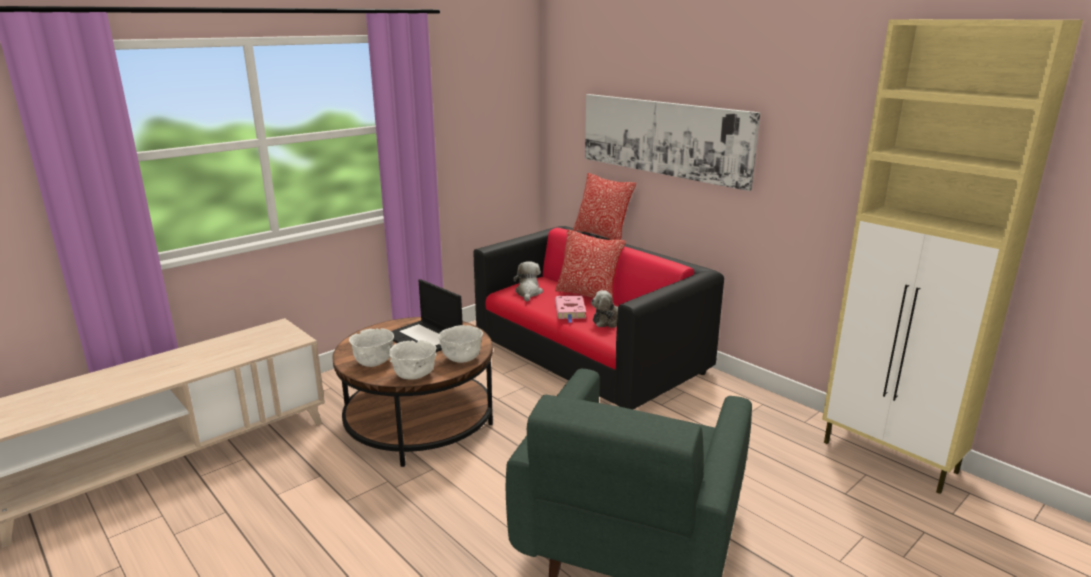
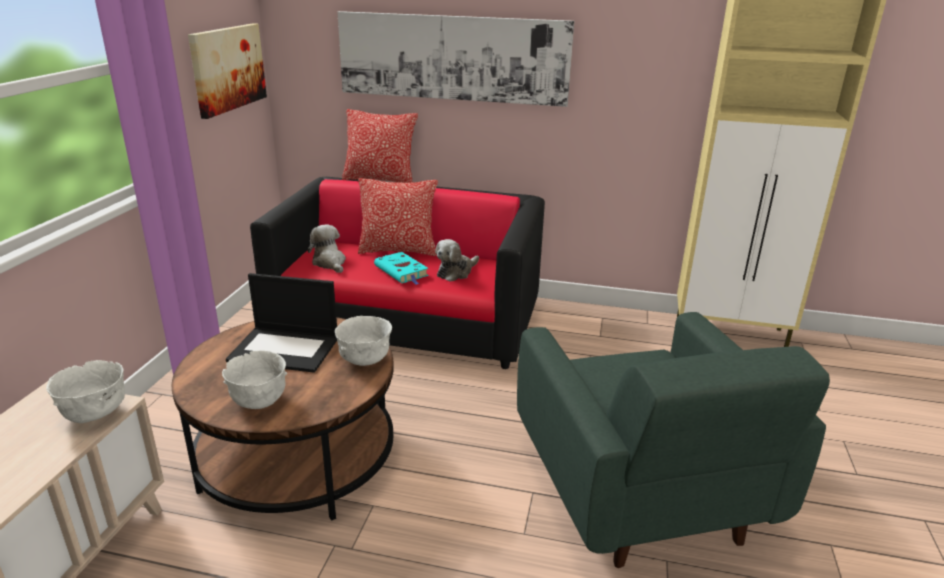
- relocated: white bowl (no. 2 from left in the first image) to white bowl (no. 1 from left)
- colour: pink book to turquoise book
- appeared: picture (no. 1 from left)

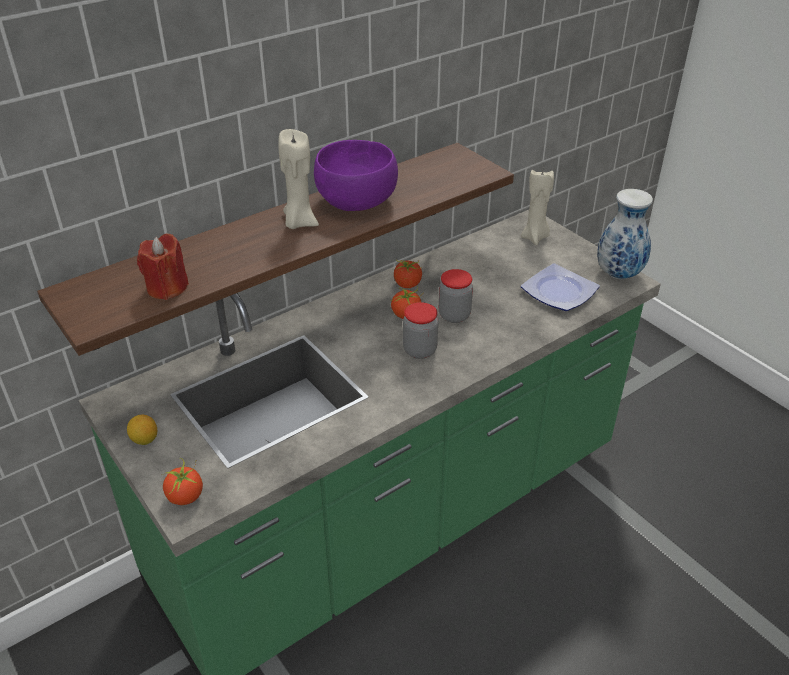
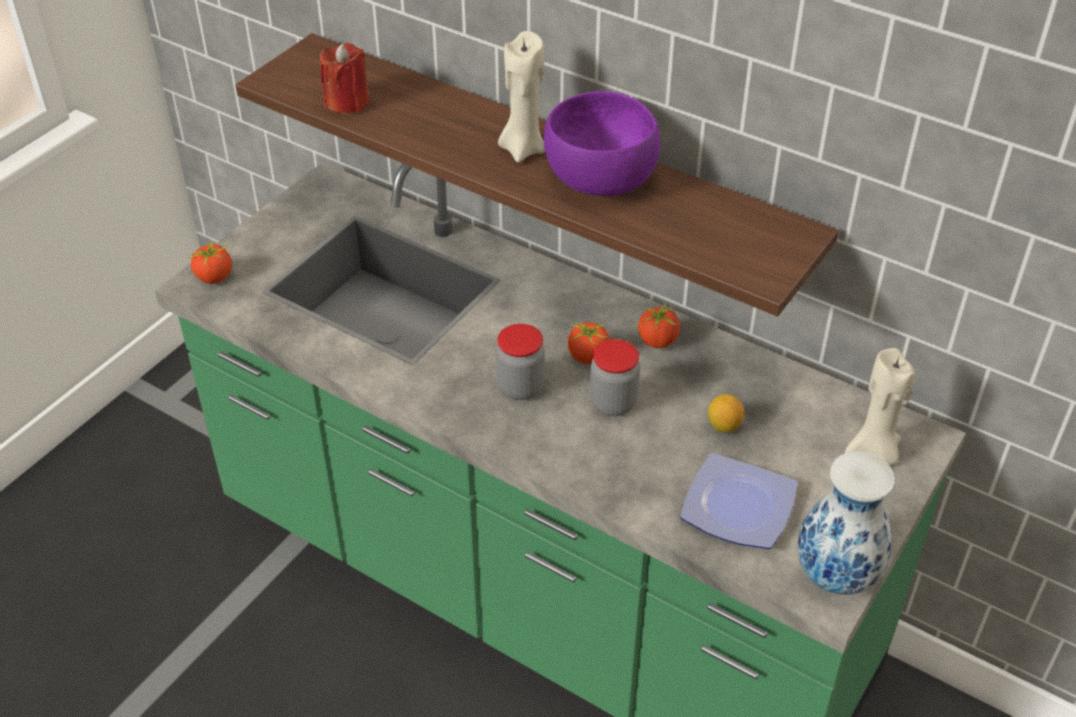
- relocated: lemon

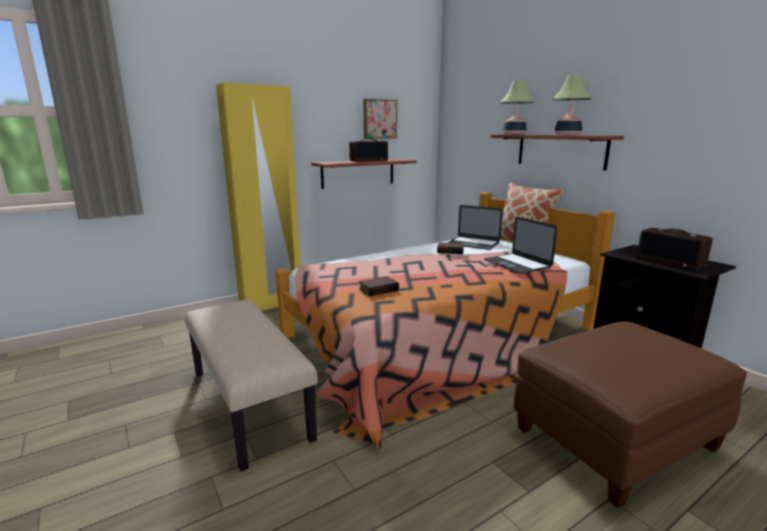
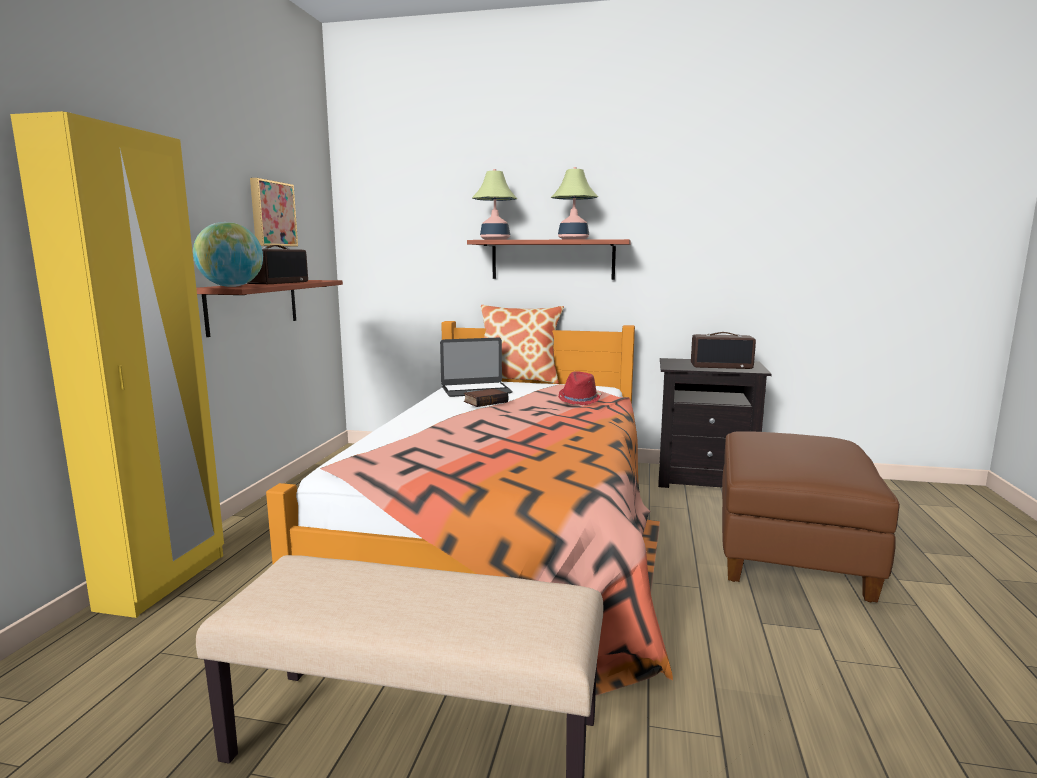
- missing: book (no. 1 from left)
- exchanged: laptop (no. 2 from left) to red hat
- appeared: globe

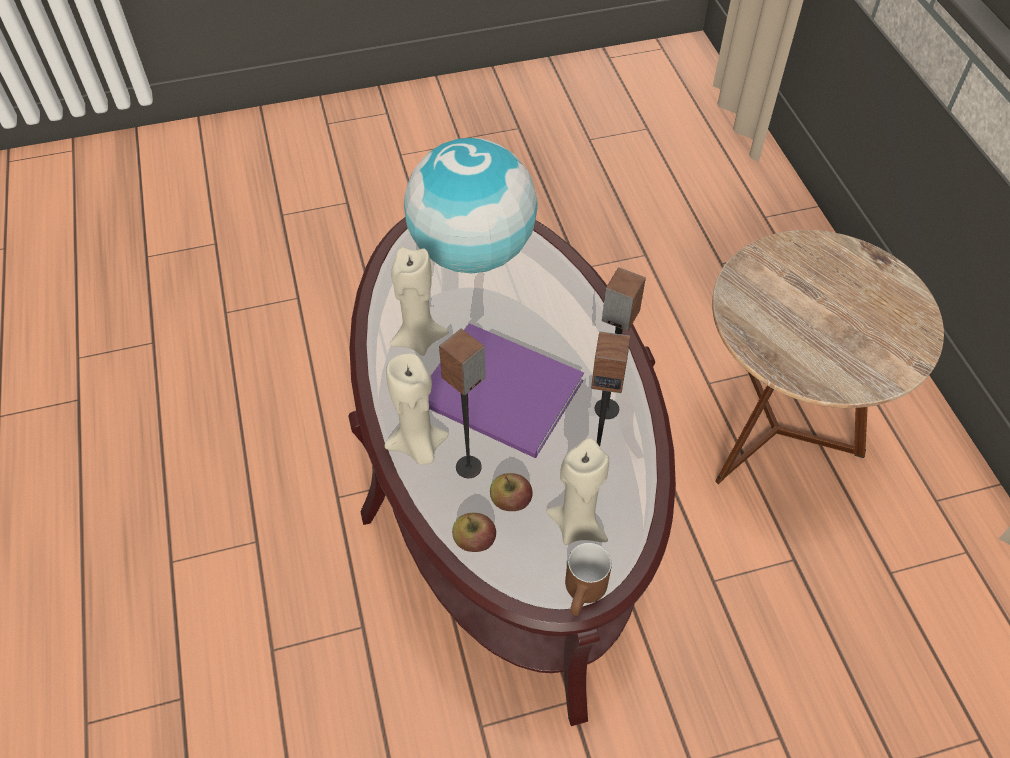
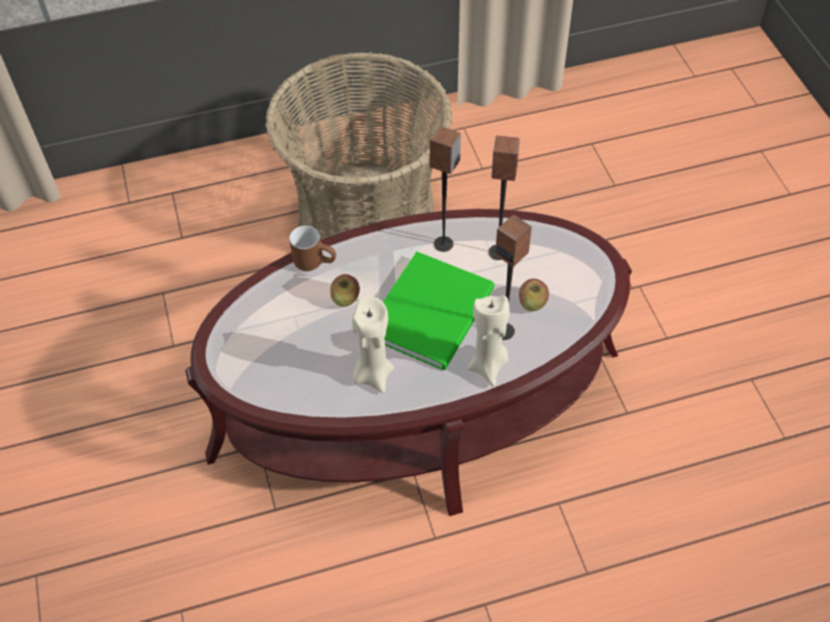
- missing: globe
- colour: purple book to green book
- relocated: apple (no. 1 from left)
- missing: beige candle (no. 3 from left)
- relocated: brown mug
- exchanged: brown side table to basket

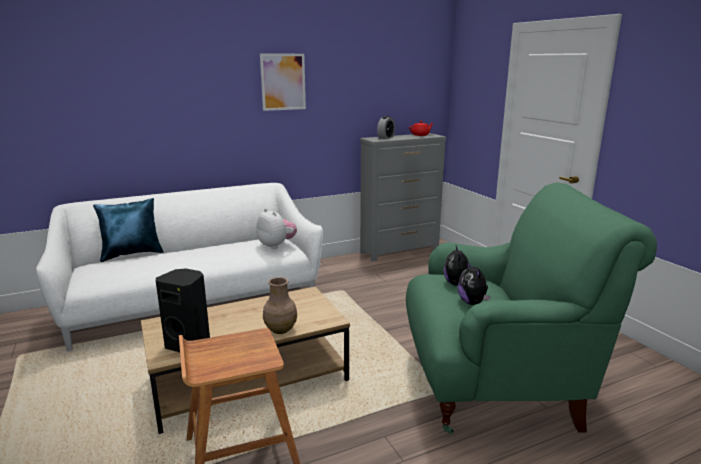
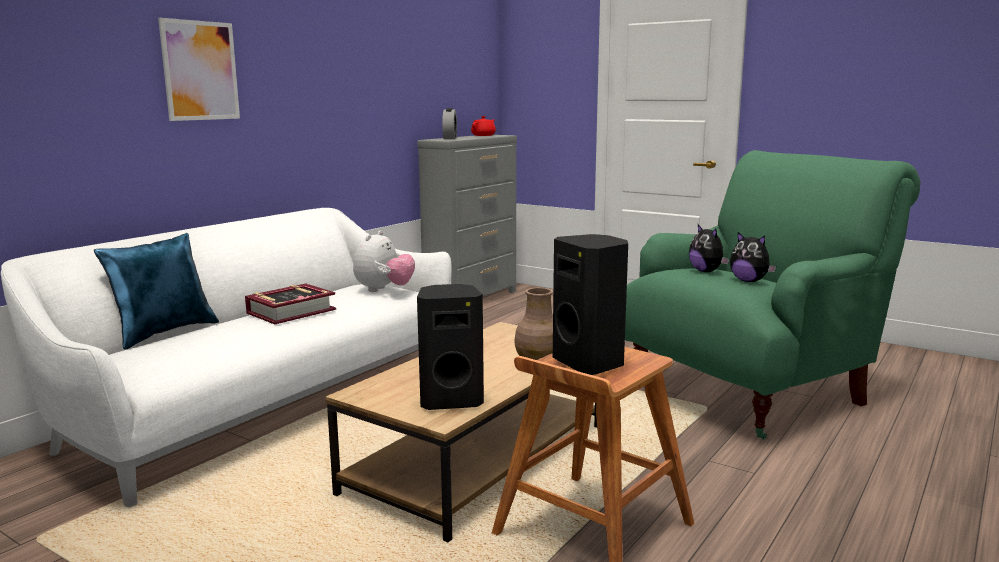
- spun: plush toy (no. 1 from left) 90 degrees clockwise
- relocated: picture
- appeared: book
- appeared: black speaker (no. 2 from left)

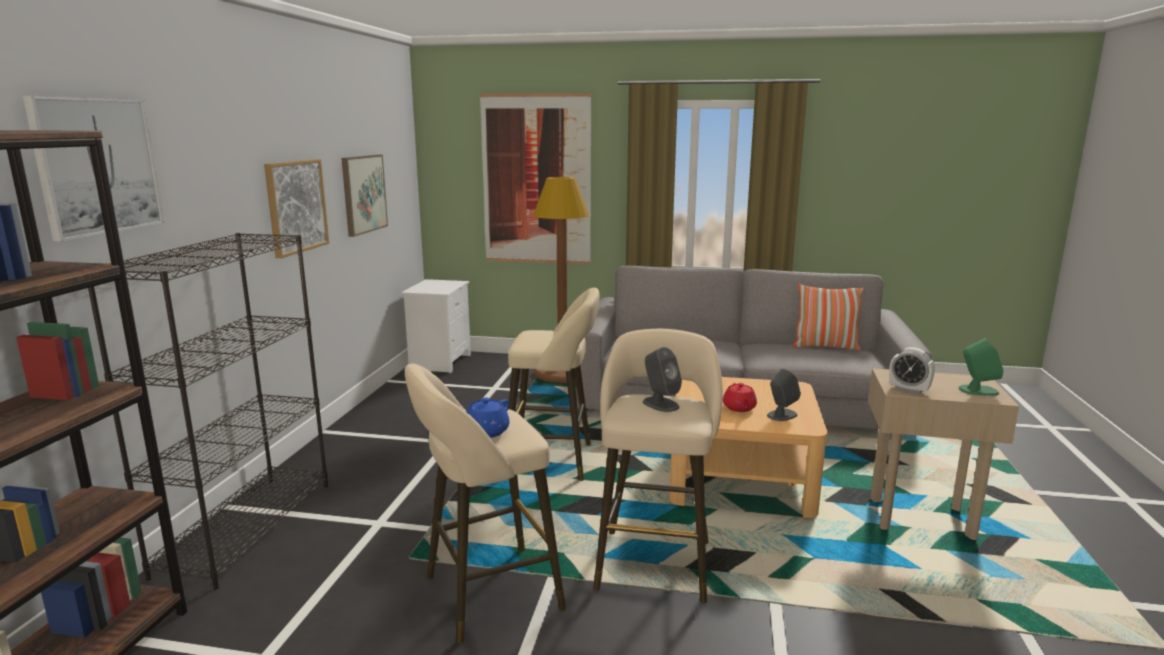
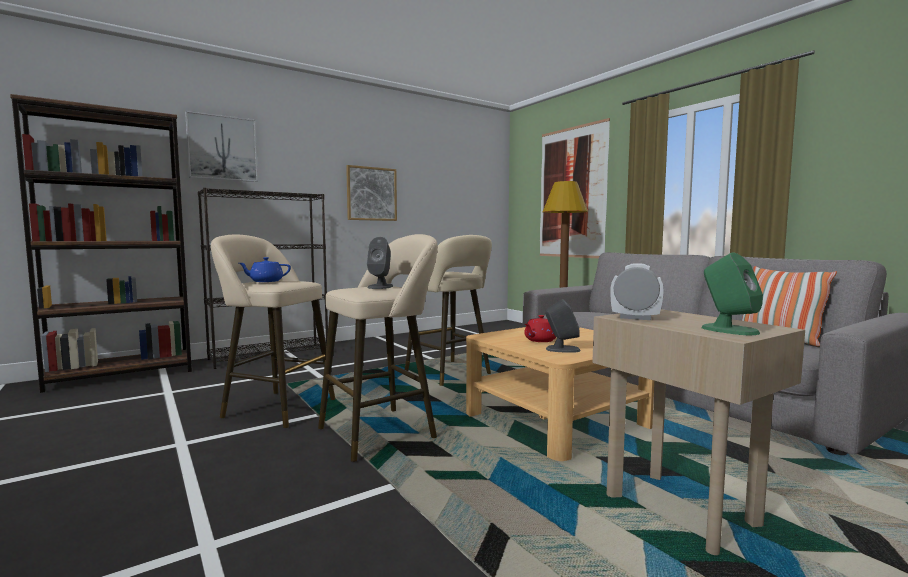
- missing: picture (no. 3 from left)
- missing: white nightstand
- spun: alarm clock 120 degrees clockwise

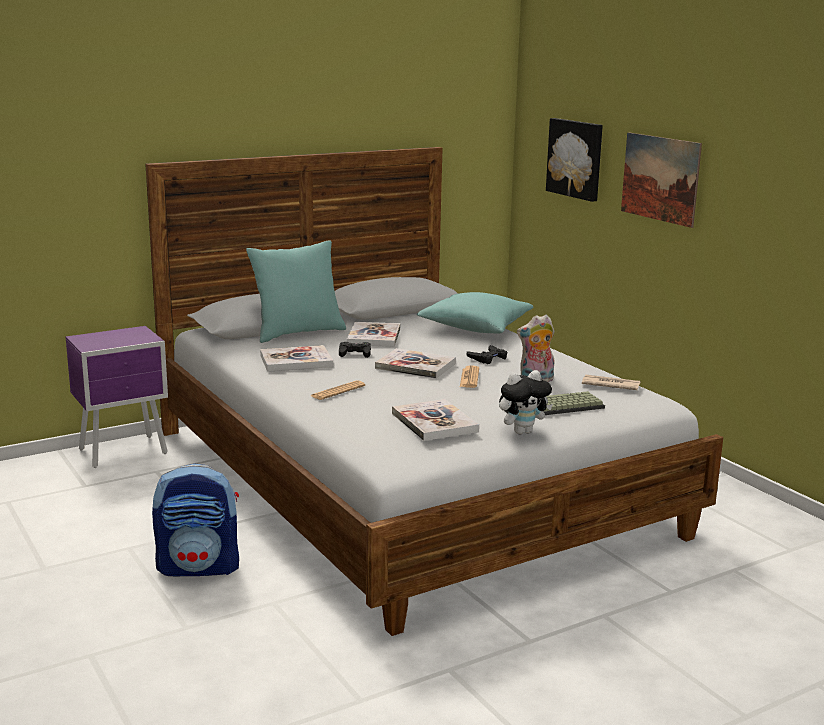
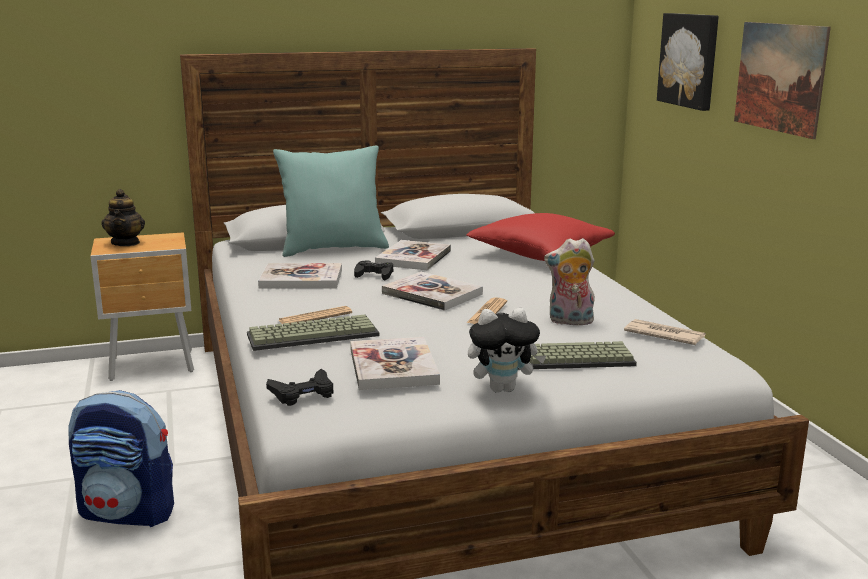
- colour: purple nightstand to brown nightstand
- colour: turquoise pillow (no. 2 from left) to red pillow
- relocated: black game controller (no. 2 from left in the first image) to black game controller (no. 1 from left)
- appeared: teapot
- appeared: keyboard (no. 1 from left)

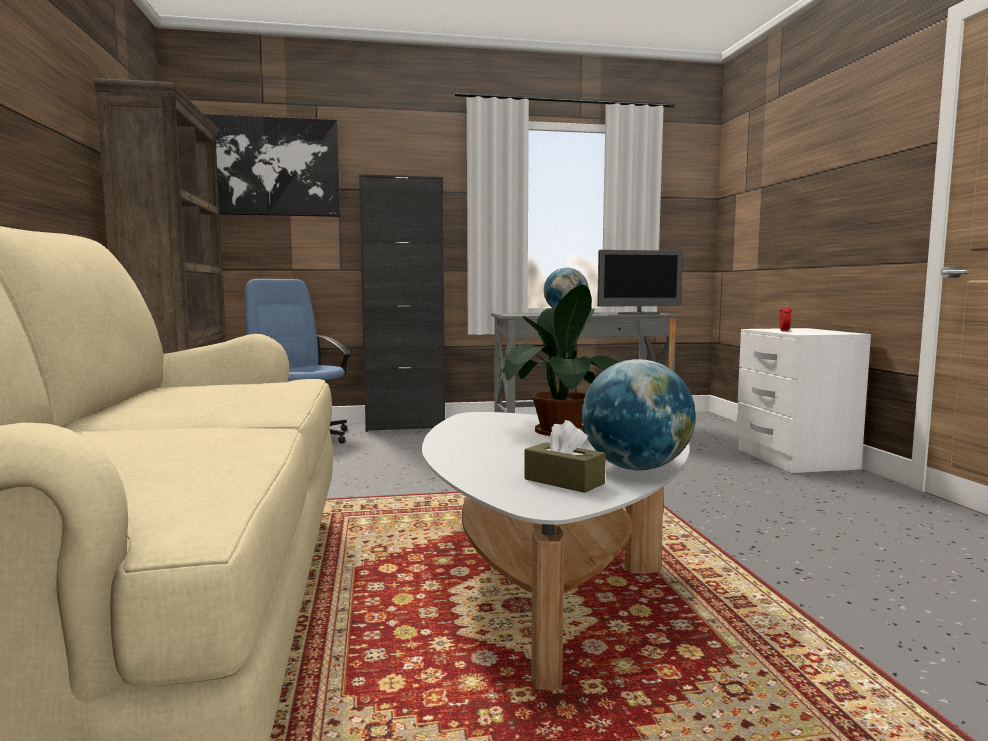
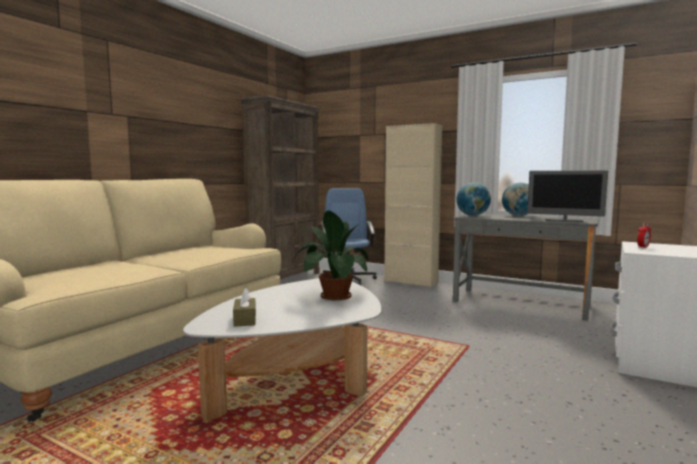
- missing: picture
- colour: black cabinet to beige cabinet
- relocated: globe (no. 2 from left in the first image) to globe (no. 1 from left)

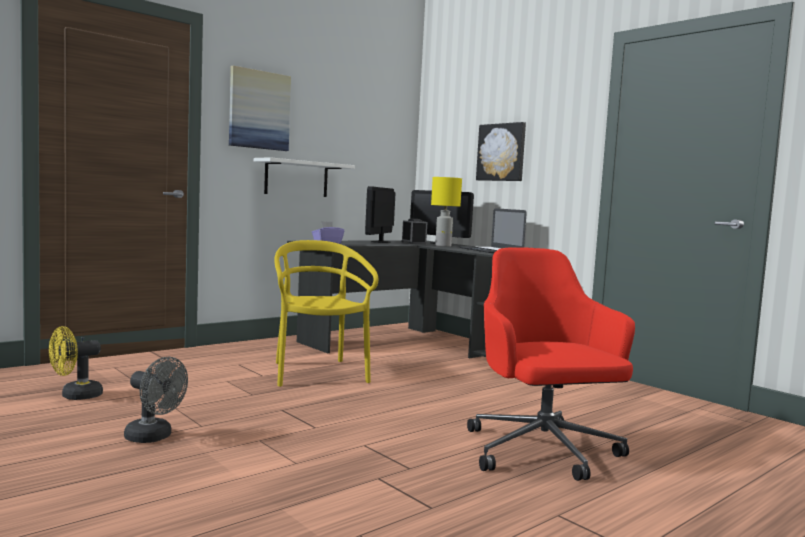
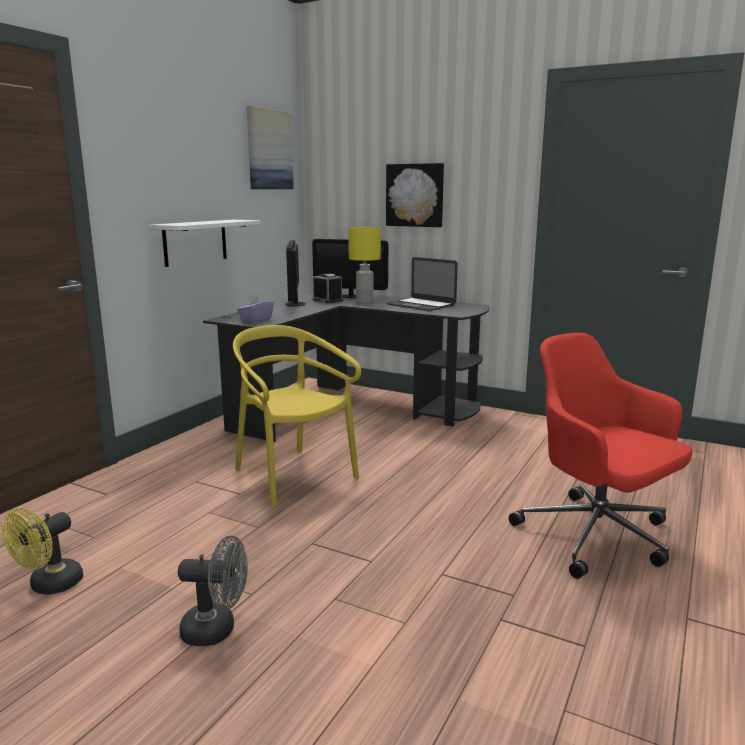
- relocated: picture (no. 1 from left)

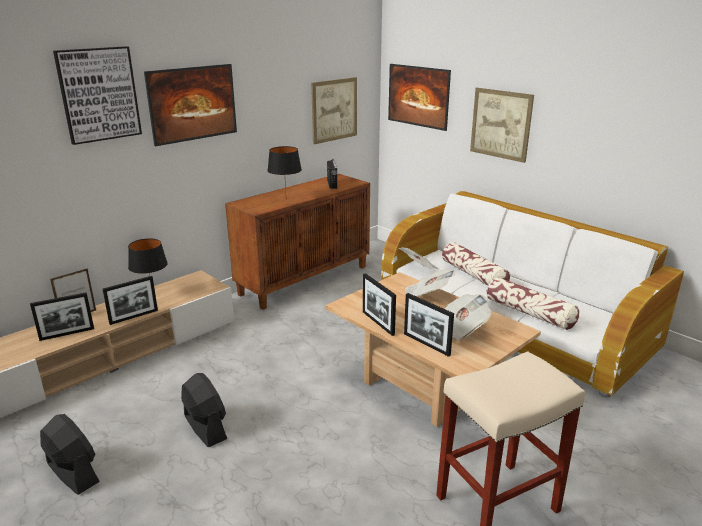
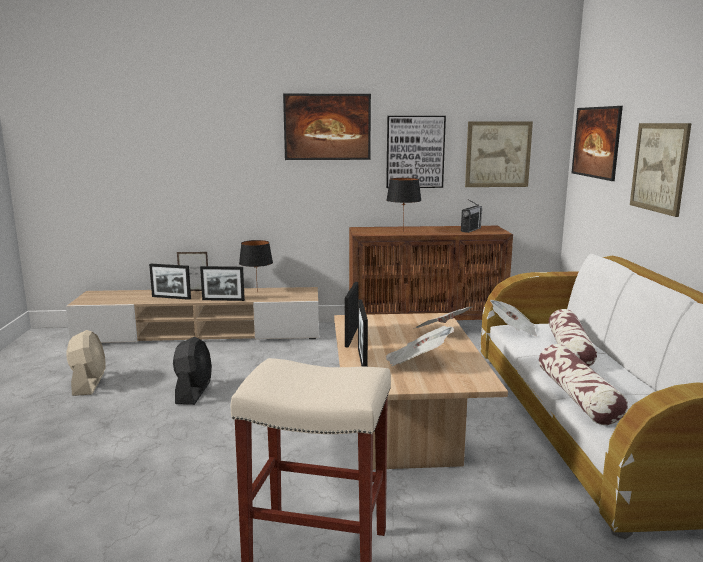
- colour: black fan (no. 1 from left) to beige fan
- relocated: picture (no. 1 from left in the first image) to picture (no. 2 from left)

